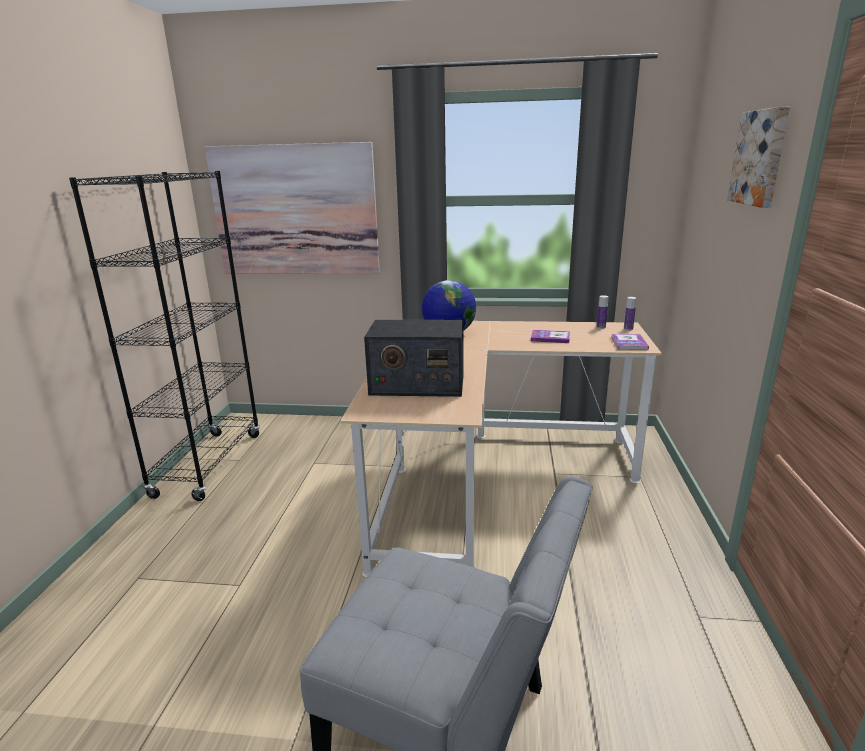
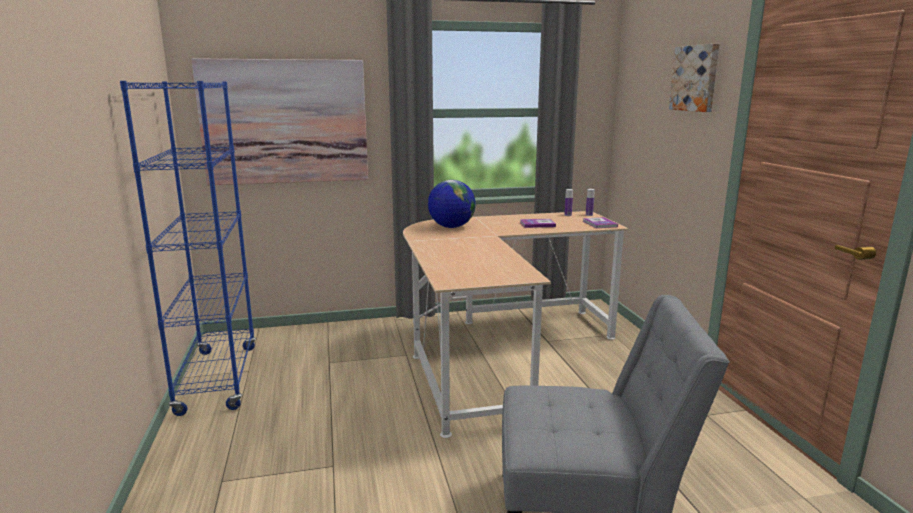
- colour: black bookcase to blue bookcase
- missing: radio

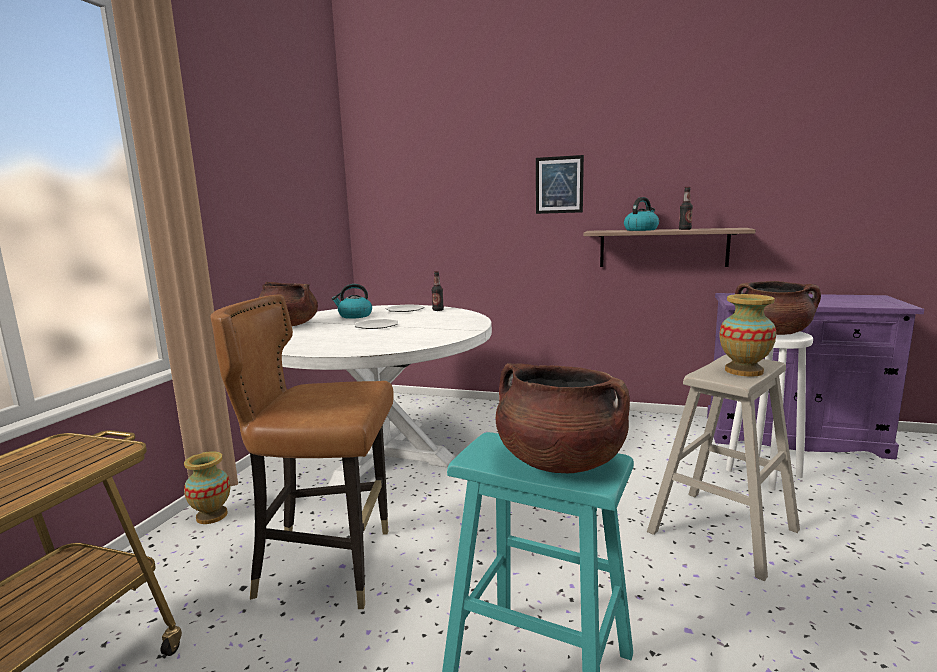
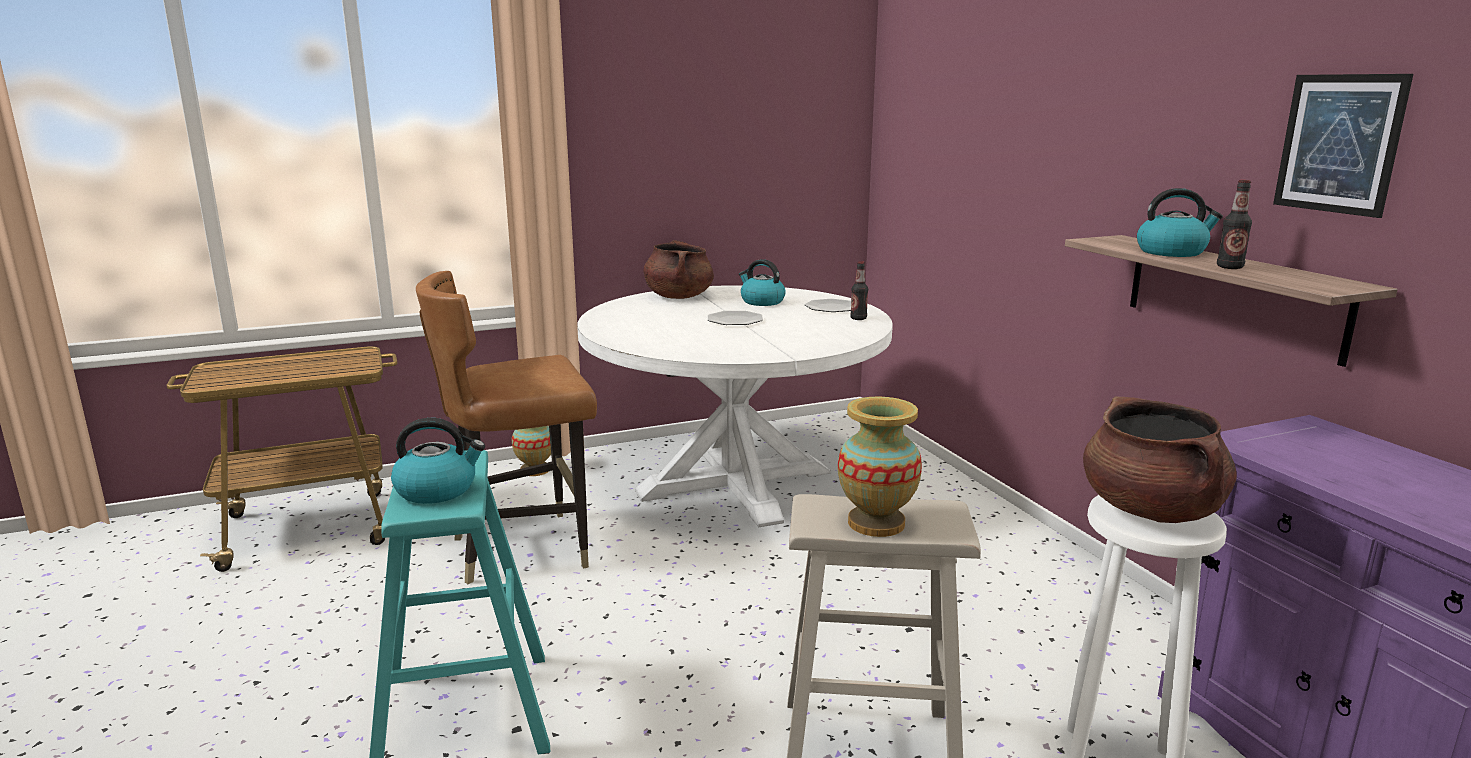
- spun: brown chair 75 degrees counterclockwise
- exchanged: brown cooking pot (no. 2 from left) to kettle (no. 1 from left)
- relocated: picture

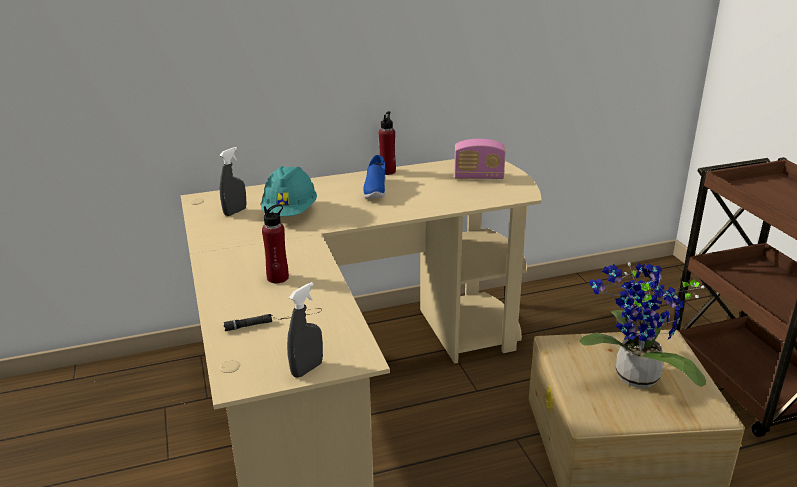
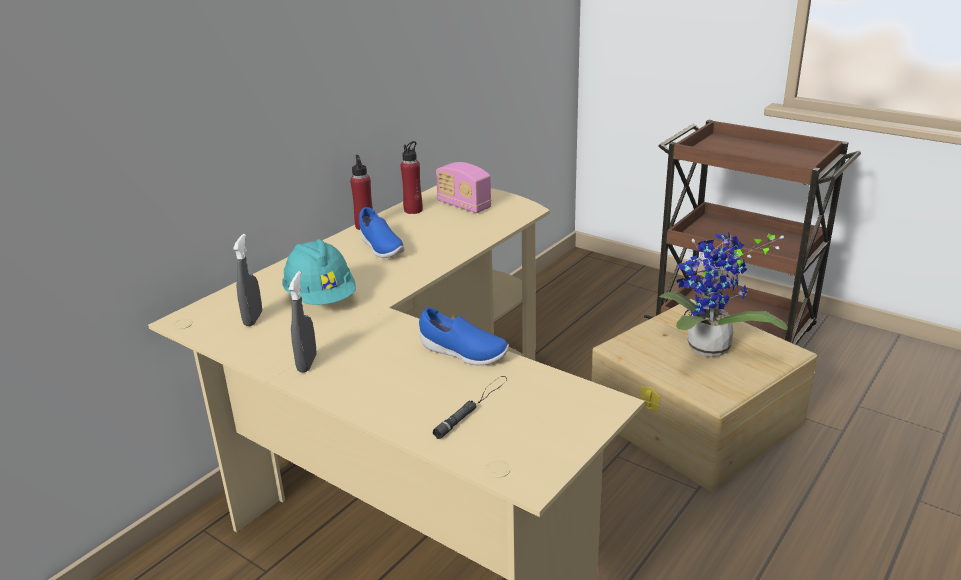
- relocated: red bottle (no. 1 from left in the first image) to red bottle (no. 2 from left)
- relocated: grey spray bottle (no. 2 from left)
- spun: radio 75 degrees clockwise
- appeared: blue shoe (no. 2 from left)

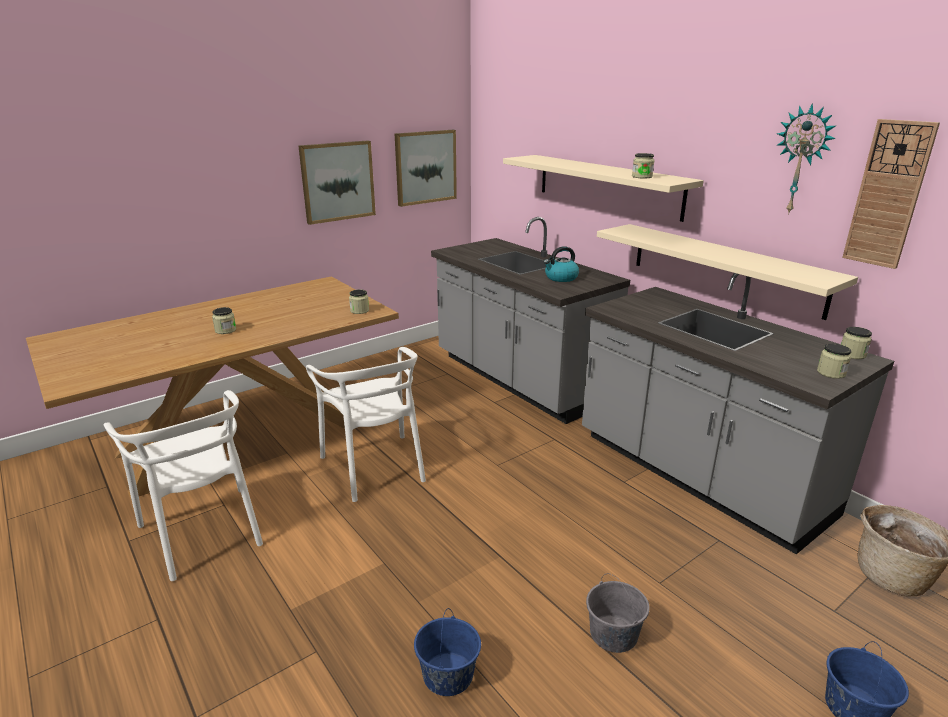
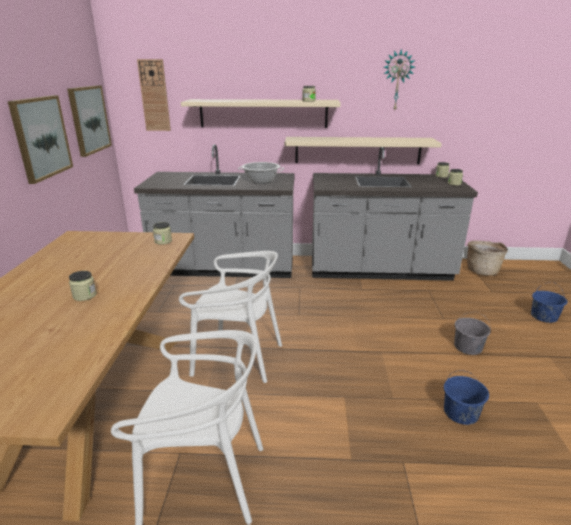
- exchanged: kettle to cooking pot
- relocated: wall clock (no. 2 from left in the first image) to wall clock (no. 1 from left)

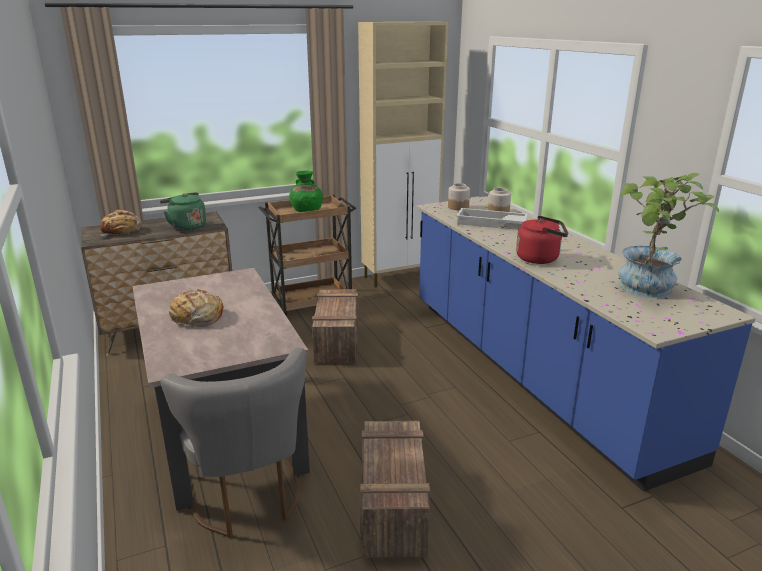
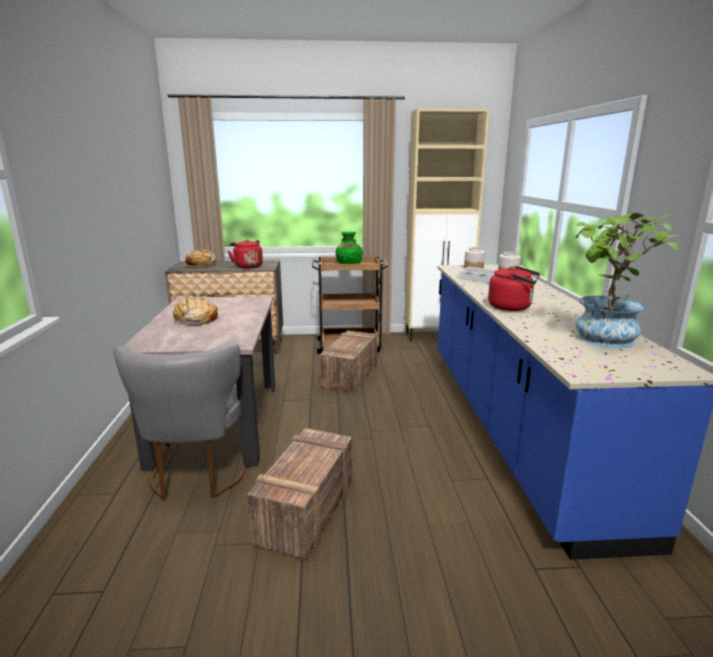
- colour: green kettle to red kettle (no. 1 from left)

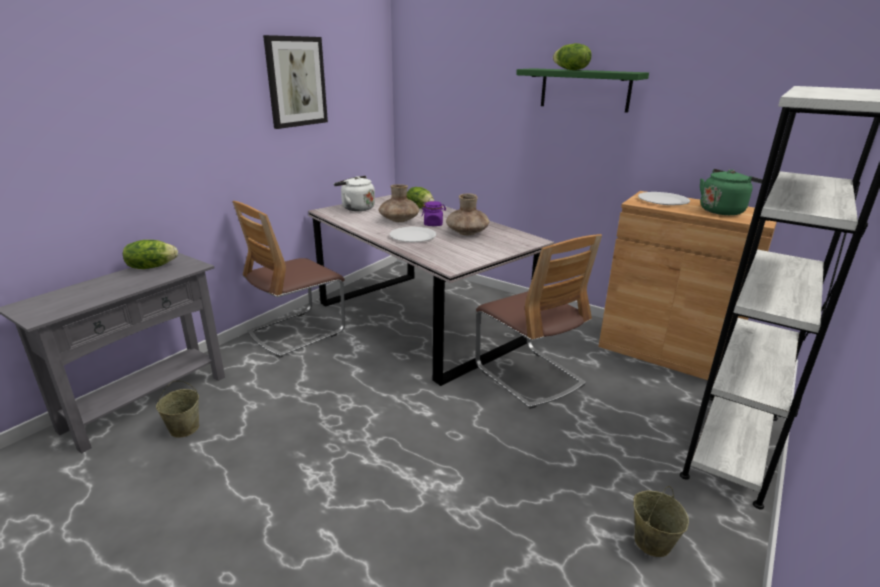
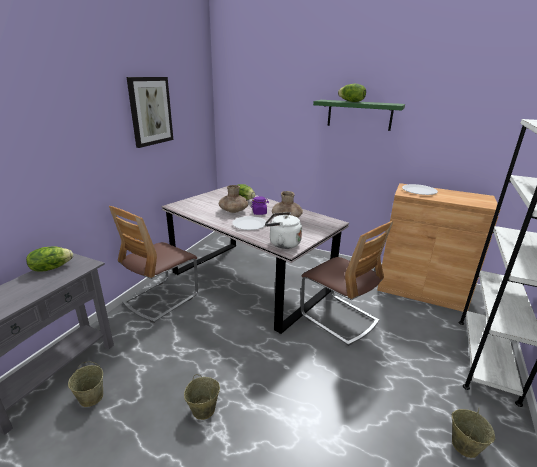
- relocated: white kettle
- missing: green kettle
- appeared: beige bucket (no. 2 from left)

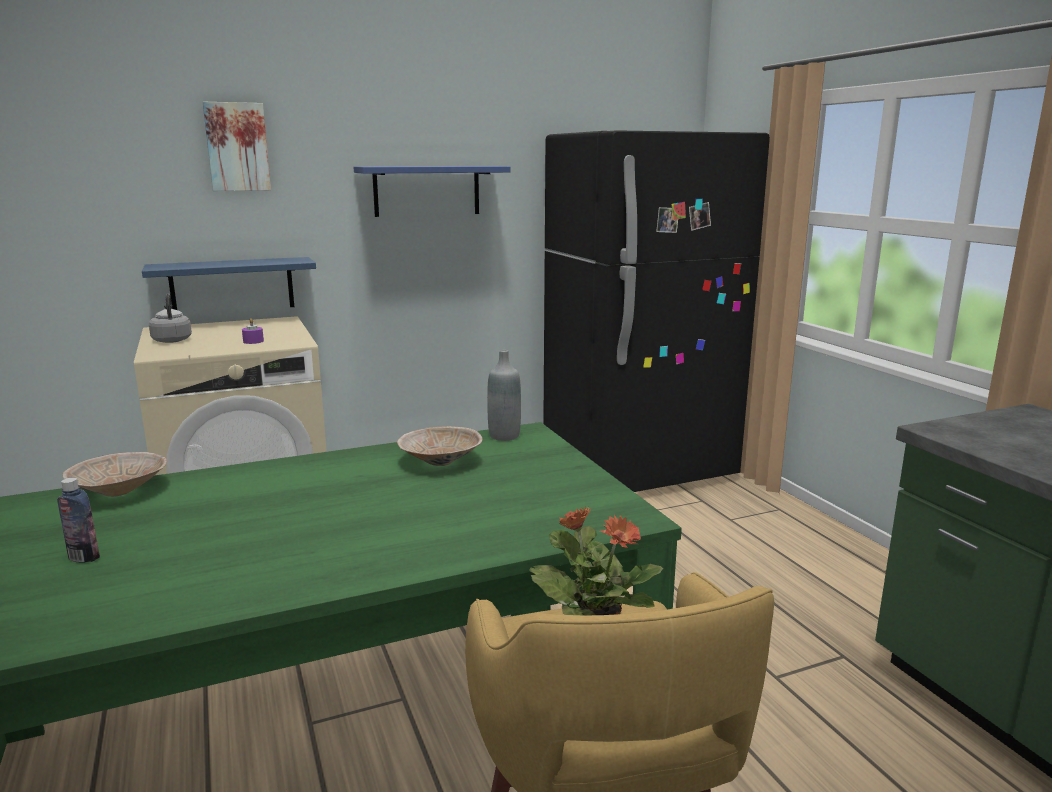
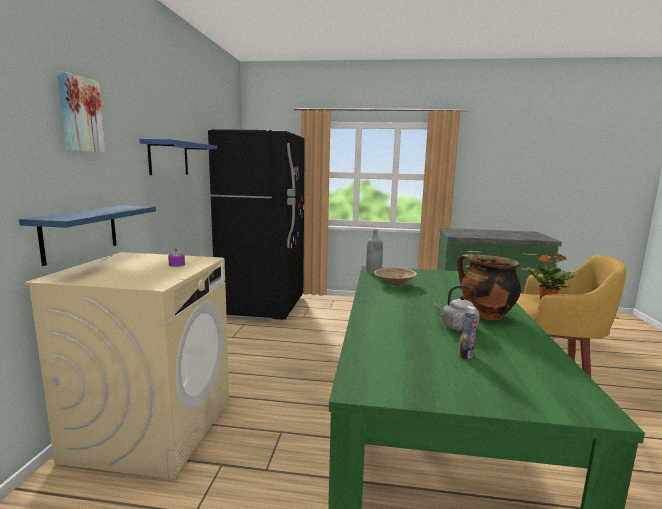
- missing: beige bowl (no. 1 from left)
- relocated: grey kettle
- appeared: cooking pot

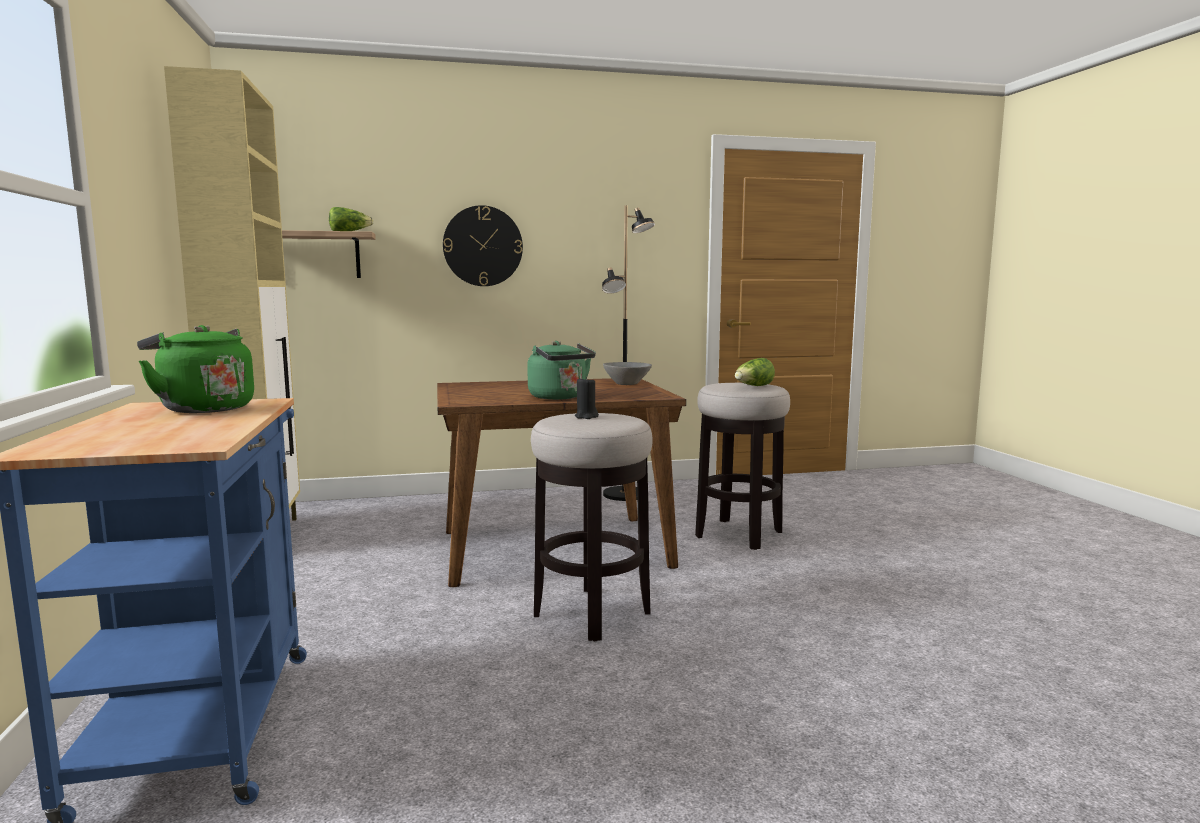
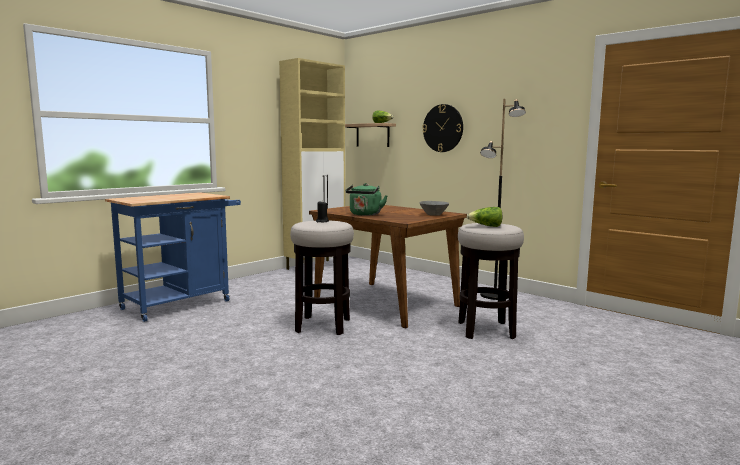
- missing: green kettle (no. 1 from left)

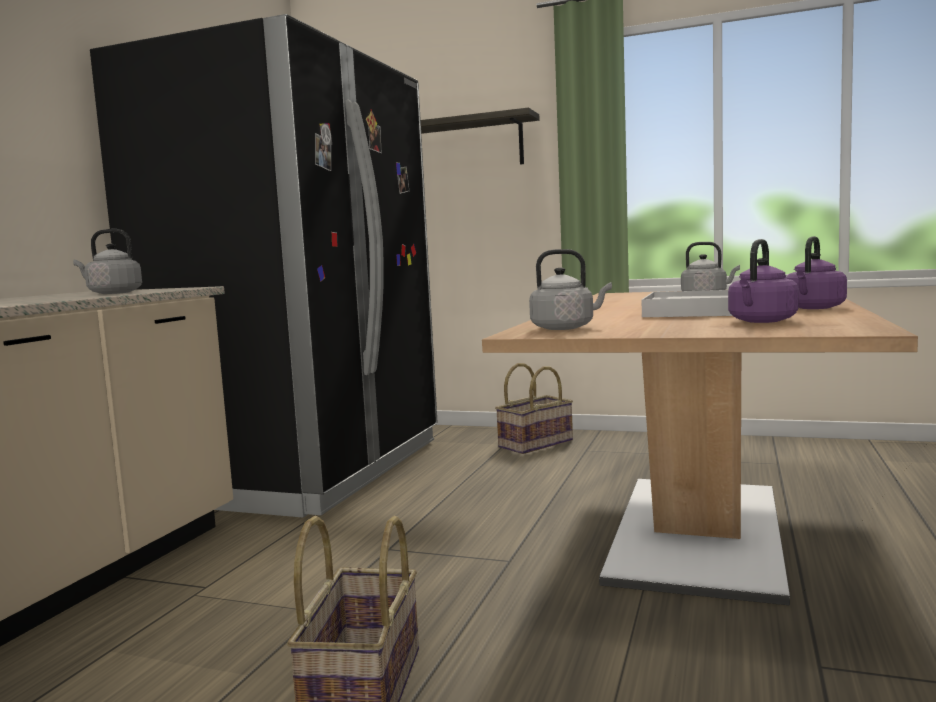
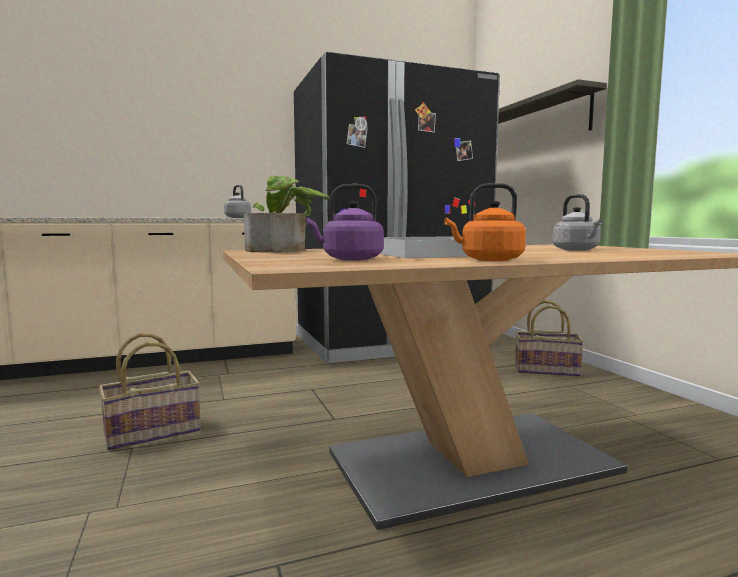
- exchanged: grey kettle (no. 2 from left) to potted plant
- colour: purple kettle (no. 2 from left) to orange kettle

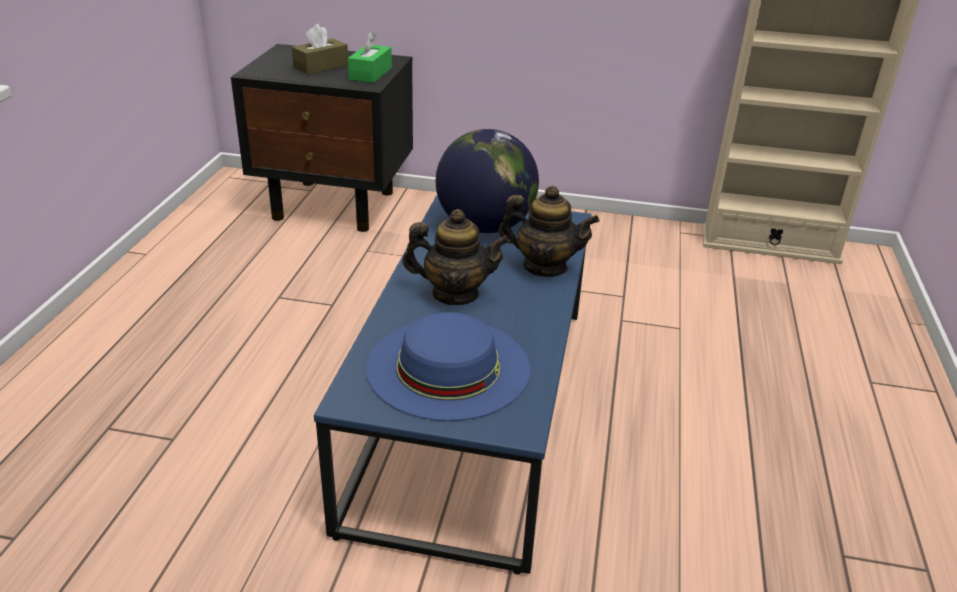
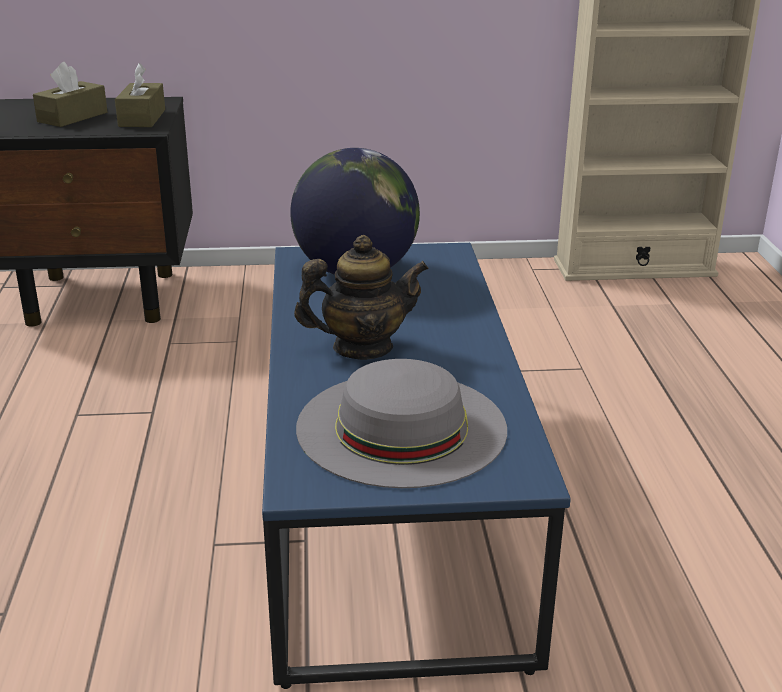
- colour: green tissue box to brown tissue box (no. 2 from left)
- colour: blue hat to grey hat
- missing: teapot (no. 2 from left)

